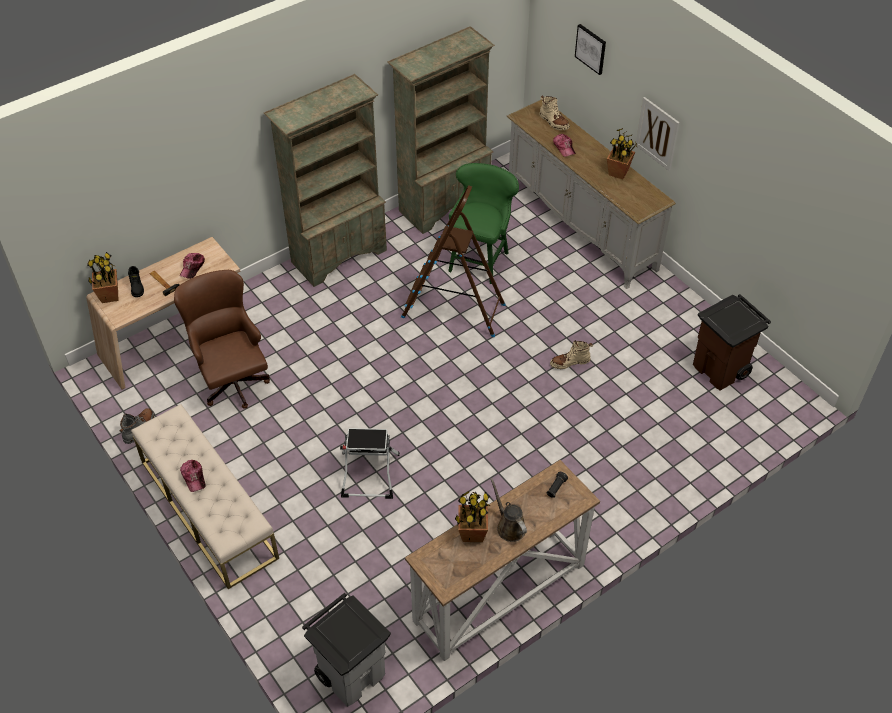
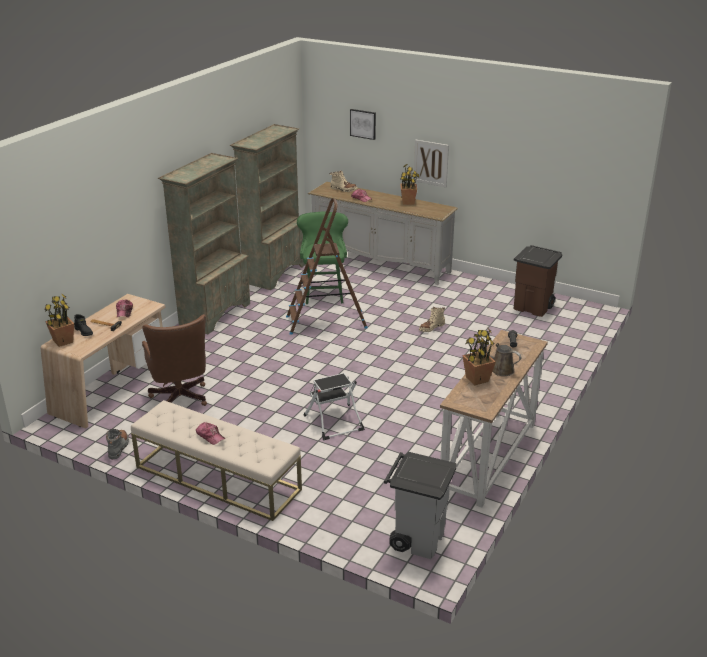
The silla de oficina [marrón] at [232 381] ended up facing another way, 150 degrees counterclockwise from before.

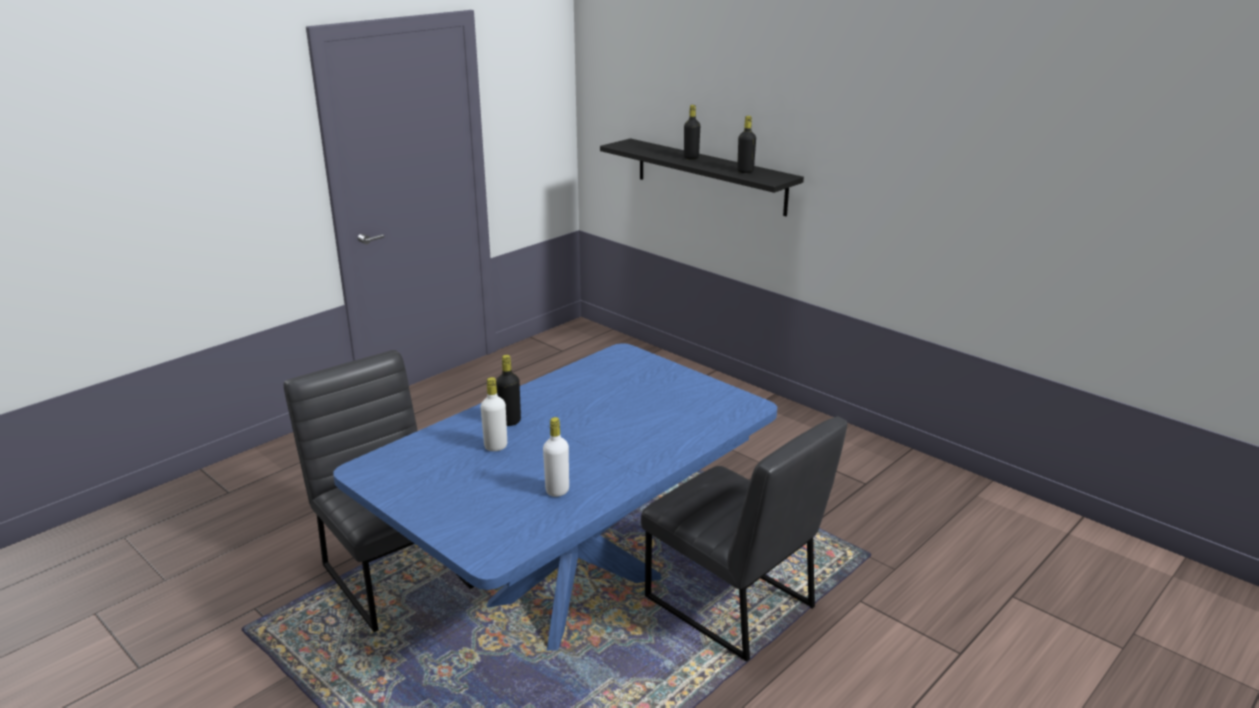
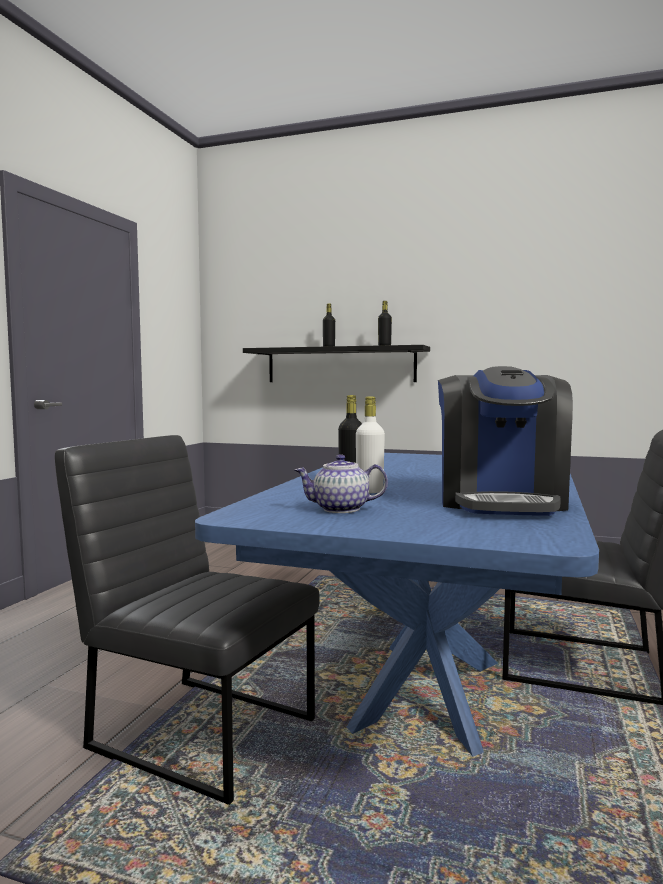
The second view gained the tetera at [340 509].
Where the botella [blanco] stood at [557 490], the cafetera came to stand at [500 502].

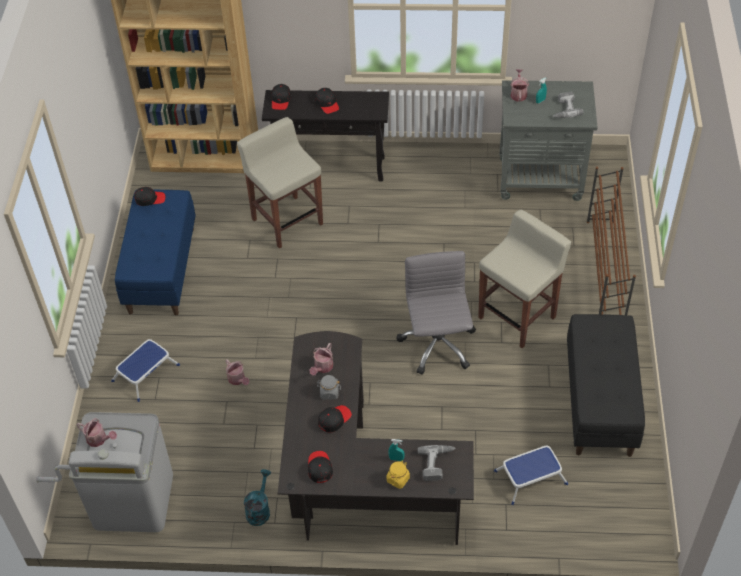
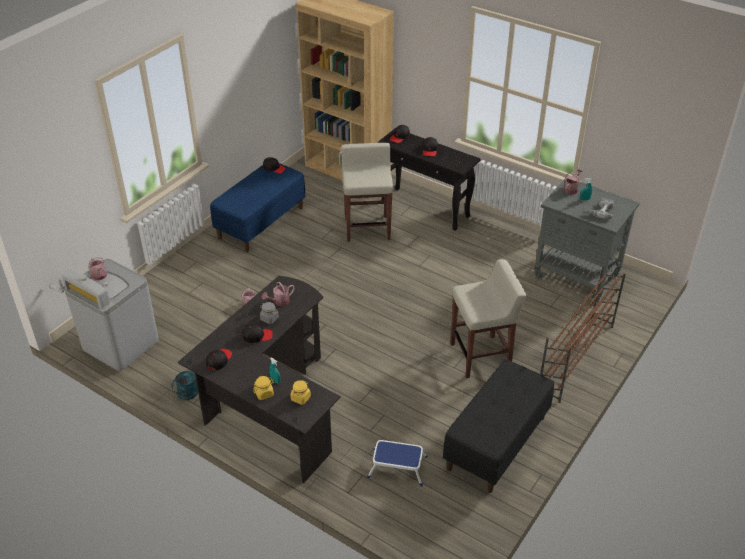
The second view lost the escalera de tijera [azul] at [146 373].
The second view lost the silla de oficina [gris] at [437 344].
Where the taladro stood at [437 464], the tarro [amarillo] came to stand at [300 398].

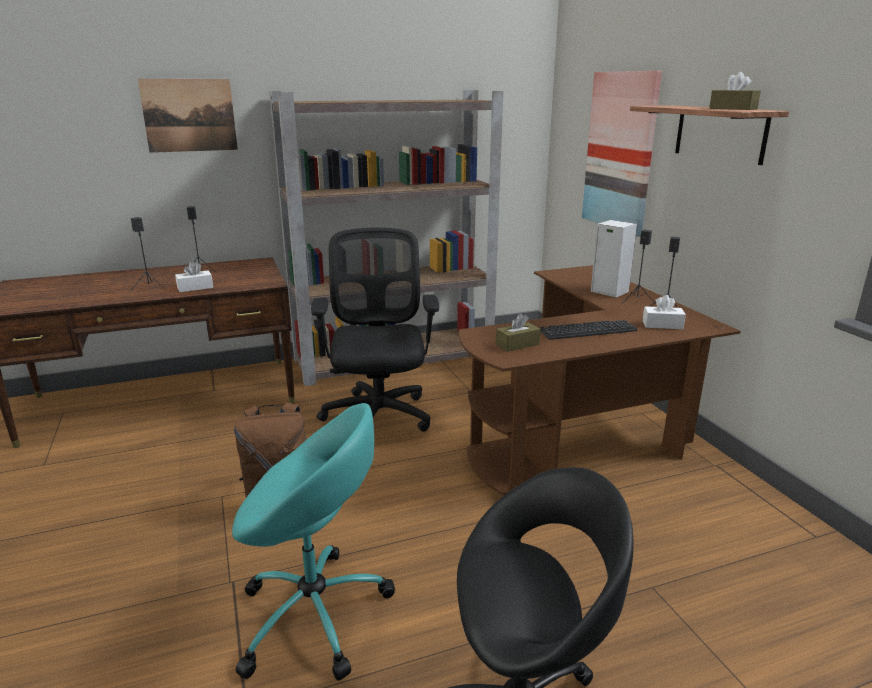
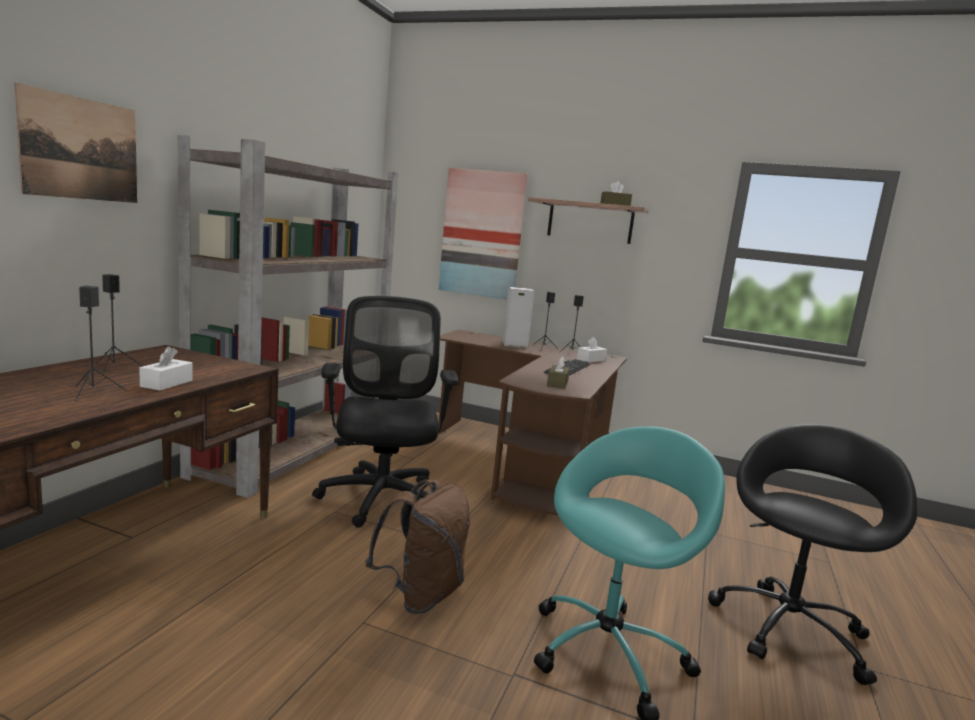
The silla de oficina [negro] at [379 420] ended up facing another way, 45 degrees clockwise from before.

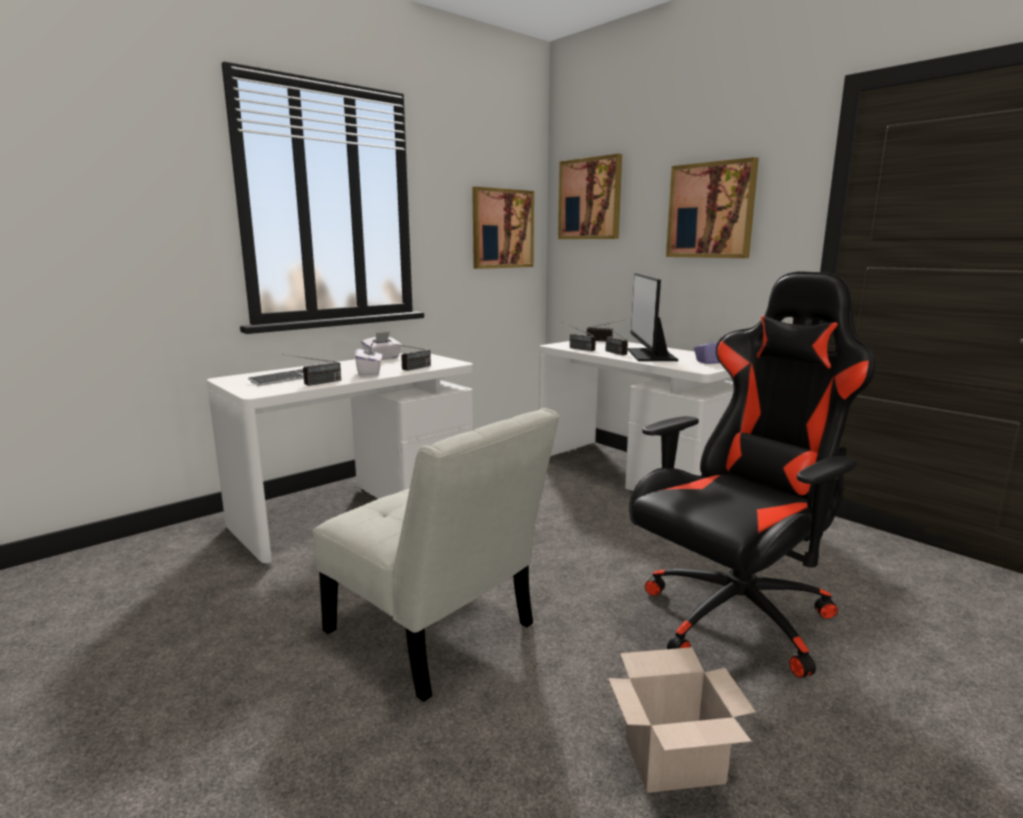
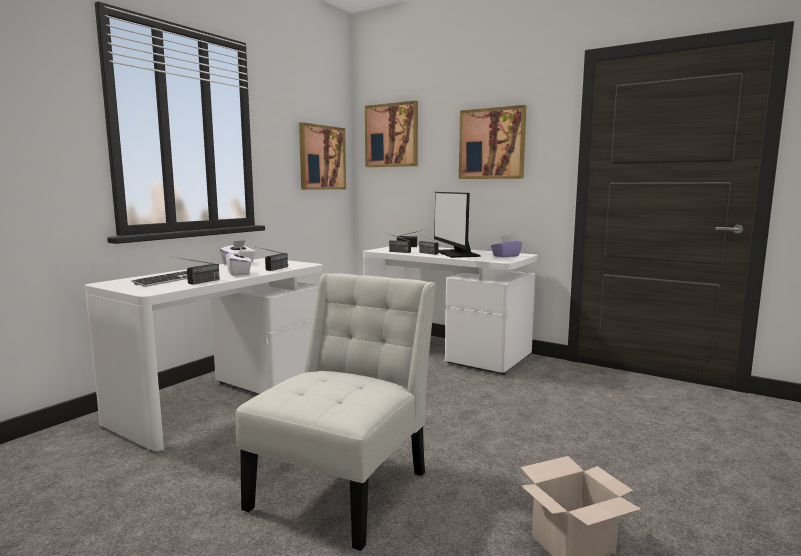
The second view lost the silla de oficina [negro] at [727 624].
The silla [blanco] at [436 634] ended up facing another way, 90 degrees counterclockwise from before.

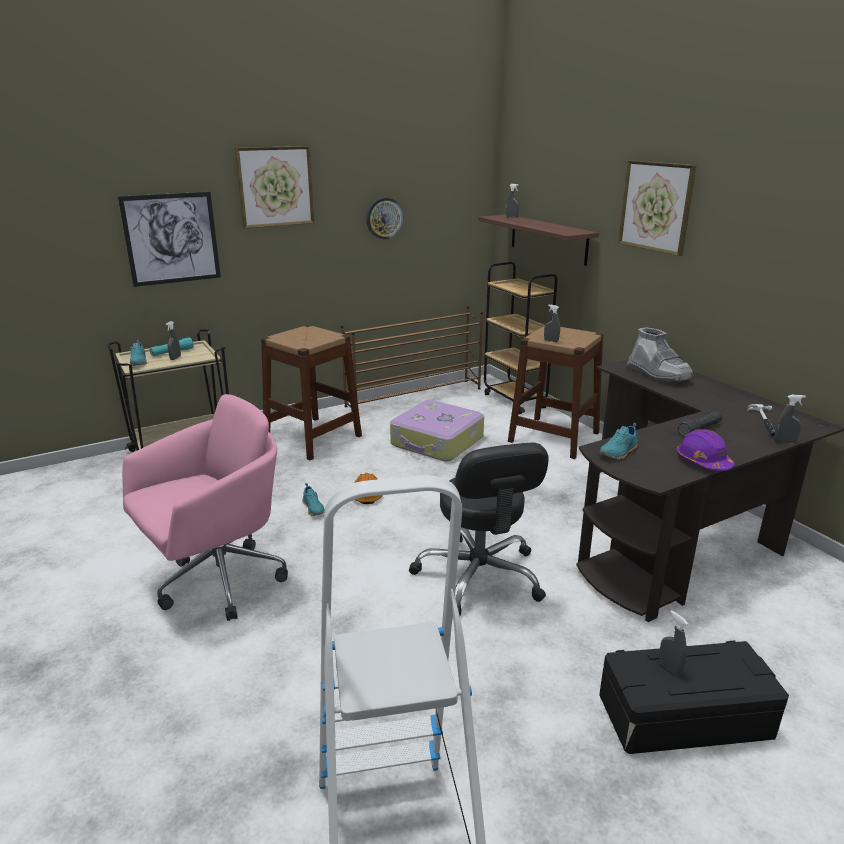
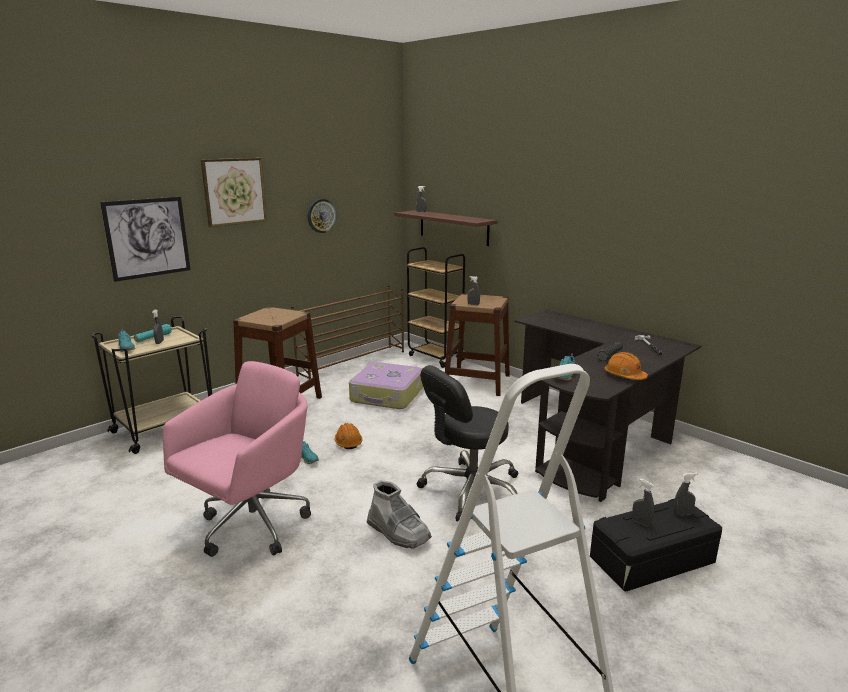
The second view lost the cuadro at [656 206].
The bota [gris] ended up elsewhere, having gone from [658 375] to [398 532].
The pulverizador [gris] ended up elsewhere, having gone from [784 442] to [682 514].
What was the casco [morado] at [703 462] turned into the casco [naranja] at [624 376].
The silla de oficina [negro] at [481 580] ended up facing another way, 90 degrees clockwise from before.

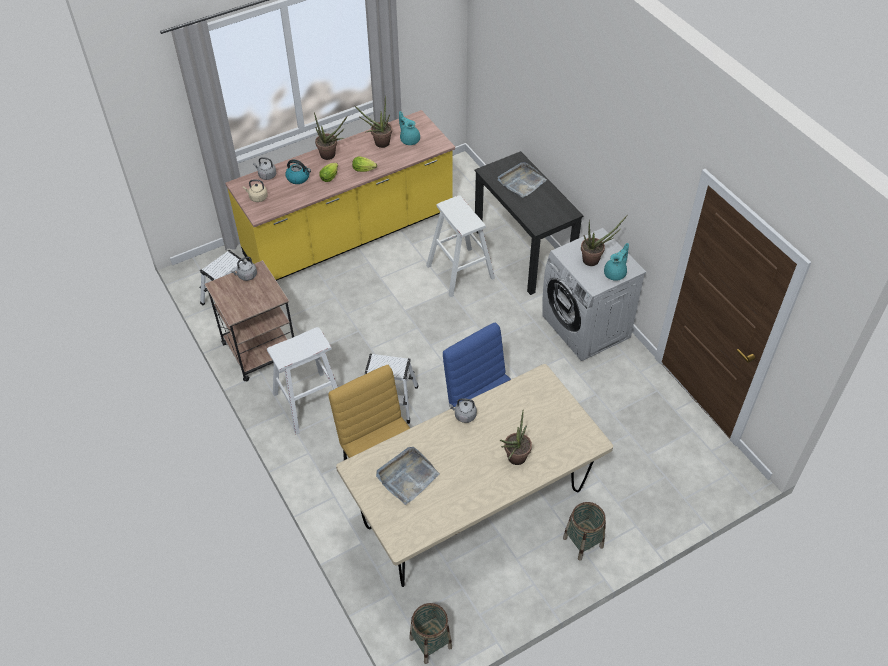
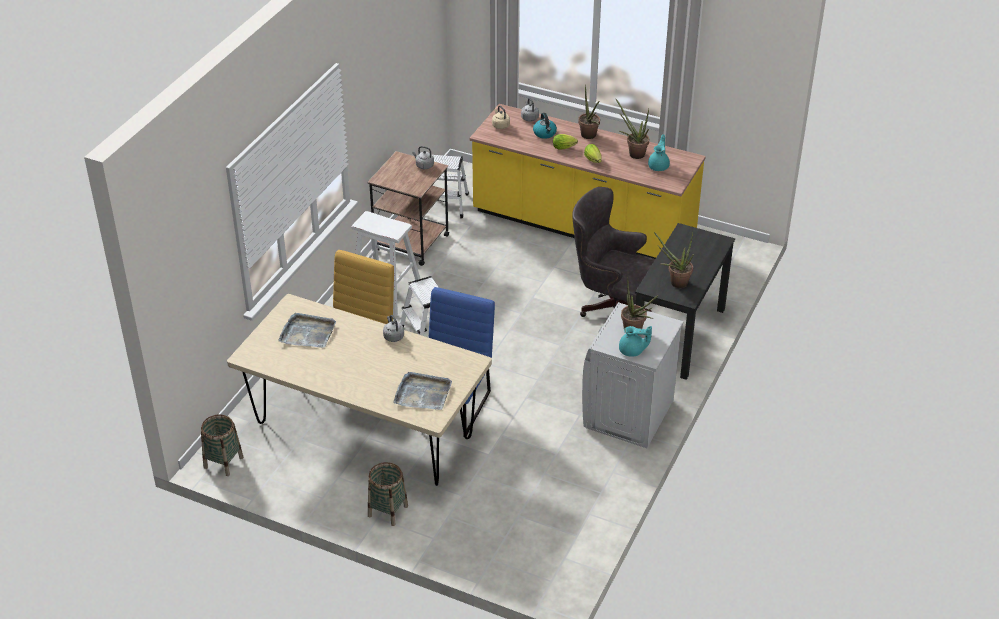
The bandeja [gris] ended up elsewhere, having gone from [521 182] to [422 393].
The planta en maceta ended up elsewhere, having gone from [514 460] to [675 282].
Where the taburete [blanco] stood at [460 272], the silla de oficina [gris] came to stand at [611 308].

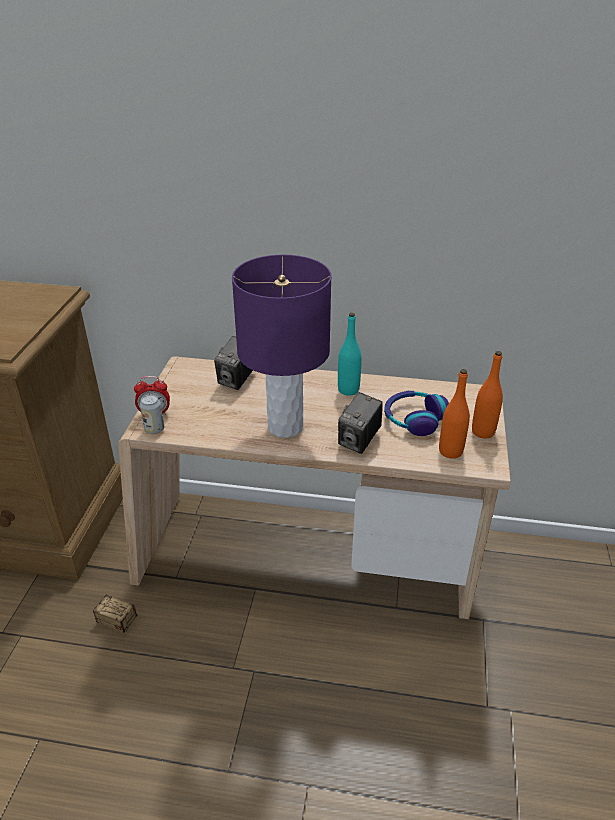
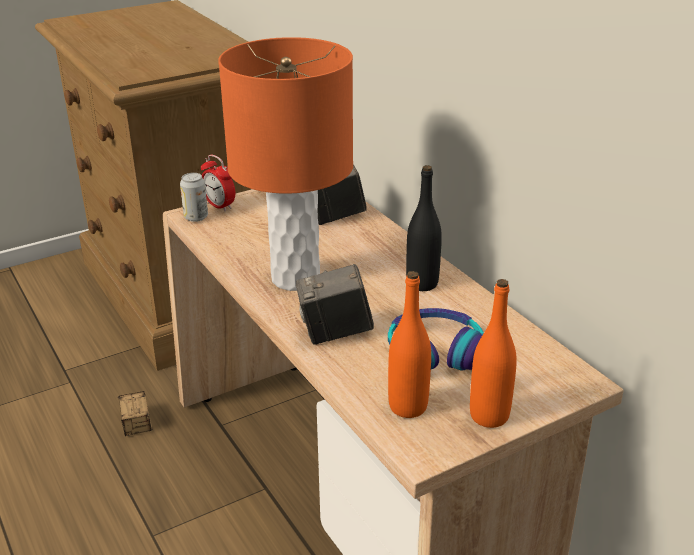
What was the lámpara de mesa [morado] at [286 427] turned into the lámpara de mesa [naranja] at [296 278].
What was the botella [turquesa] at [348 390] turned into the botella [negro] at [422 284].

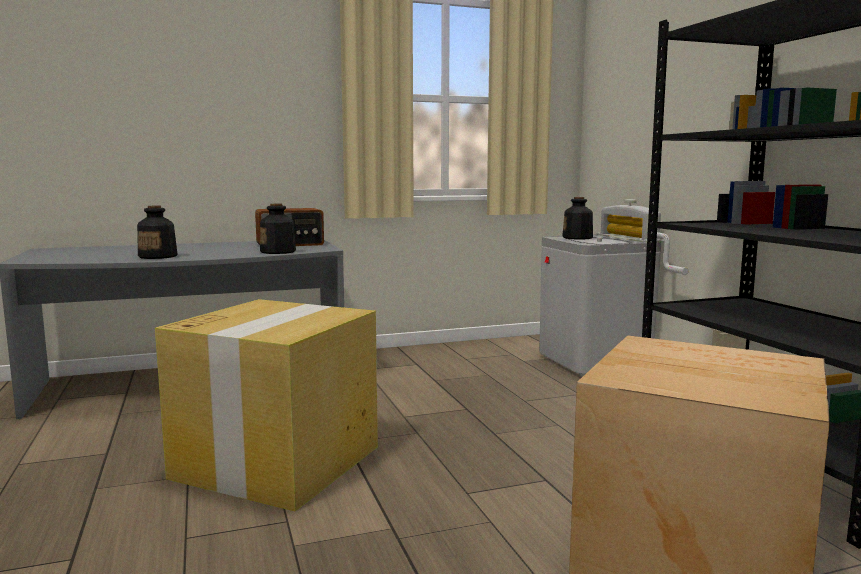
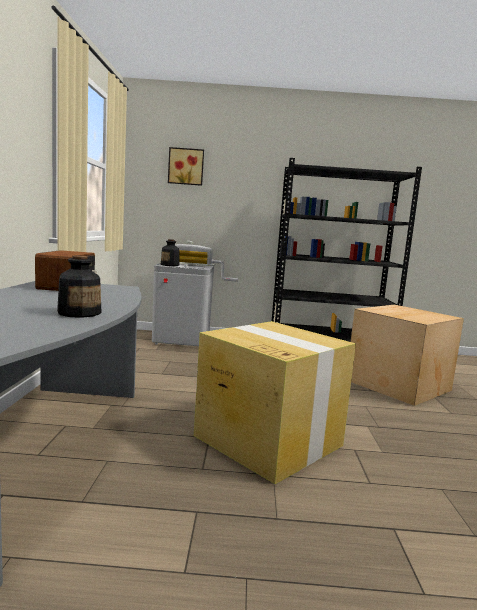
The second view lost the botella at [278 252].
The second view gained the cuadro at [186 166].

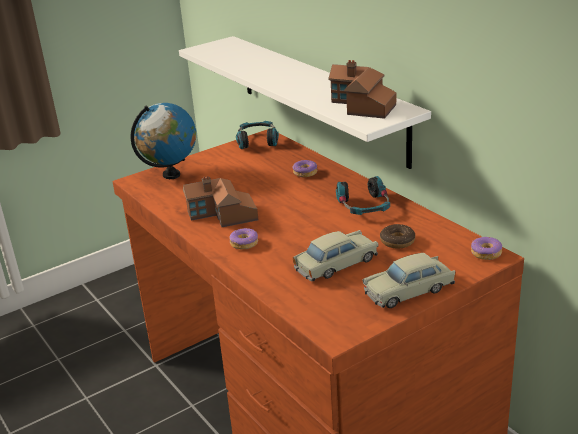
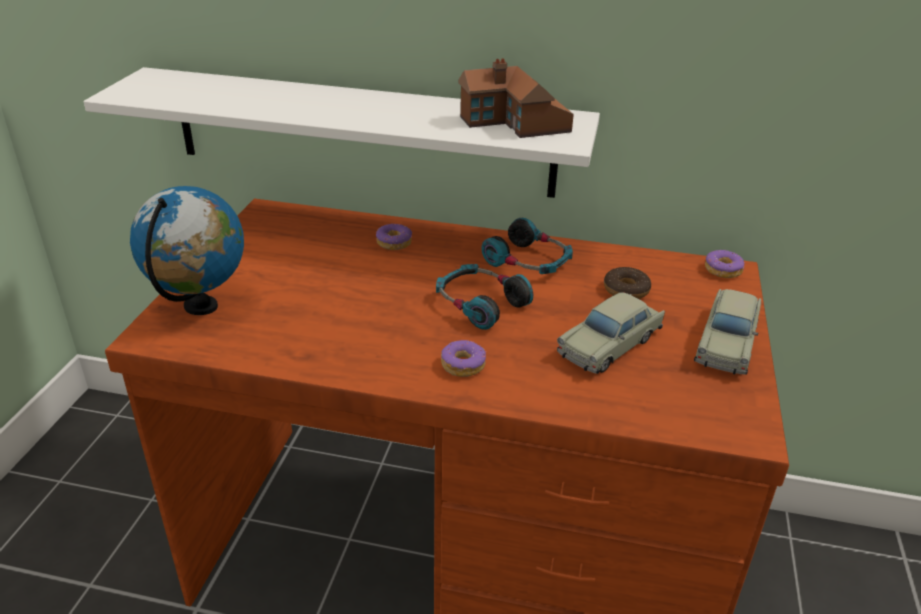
The second view lost the casita at [222 215].
The auriculares ended up elsewhere, having gone from [257 140] to [480 304].
The coche de juguete [beis] at [336 264] ended up facing another way, 150 degrees counterclockwise from before.

